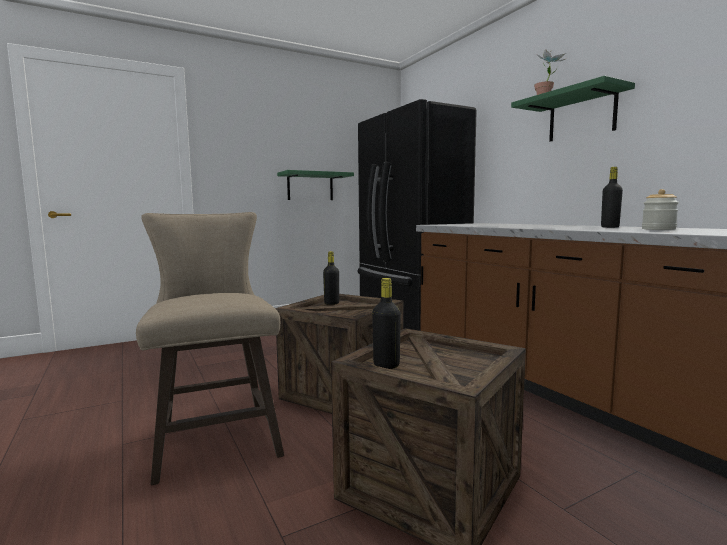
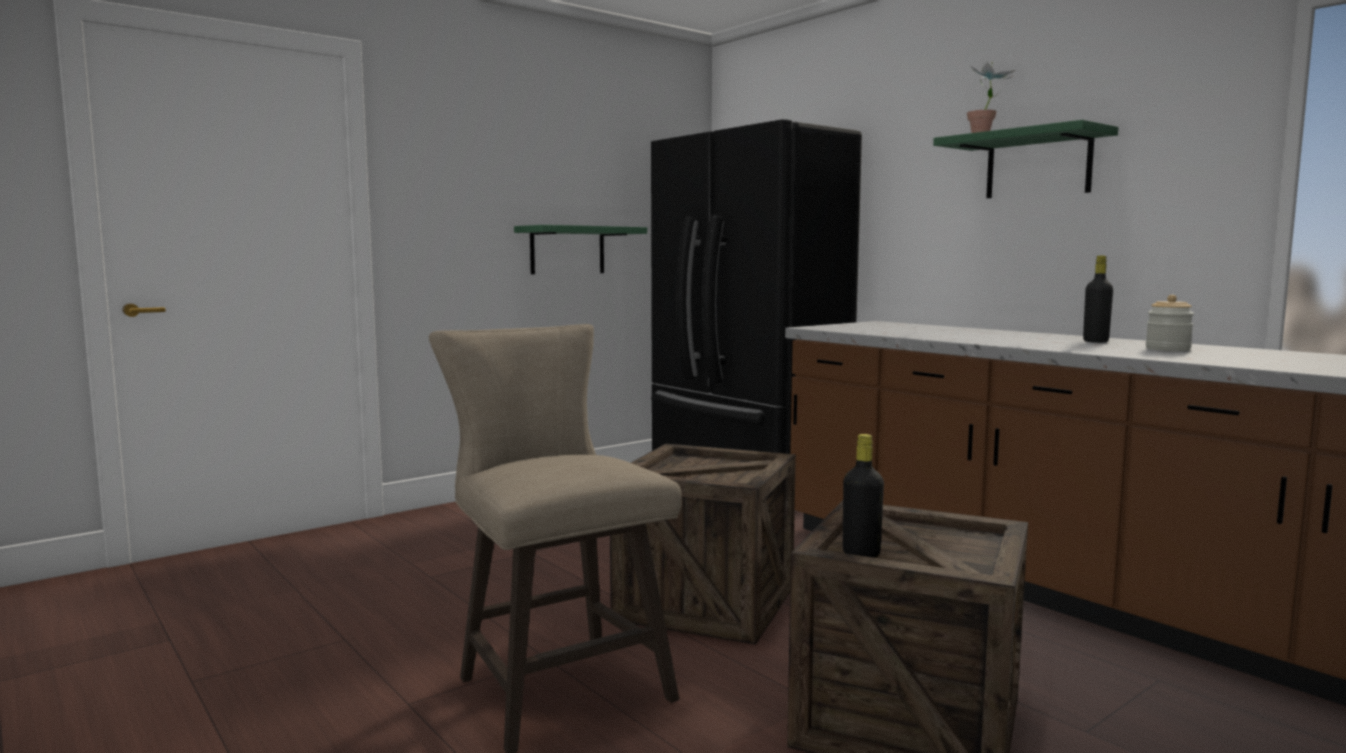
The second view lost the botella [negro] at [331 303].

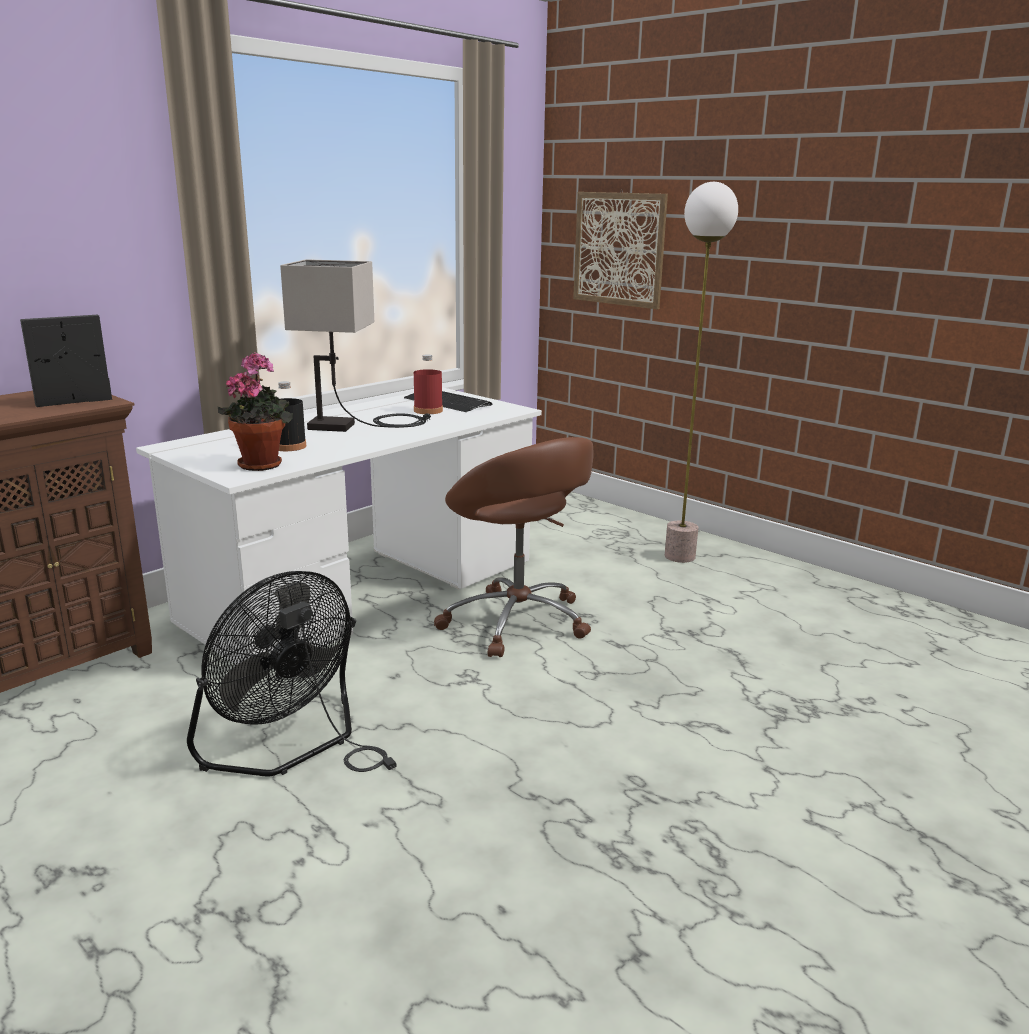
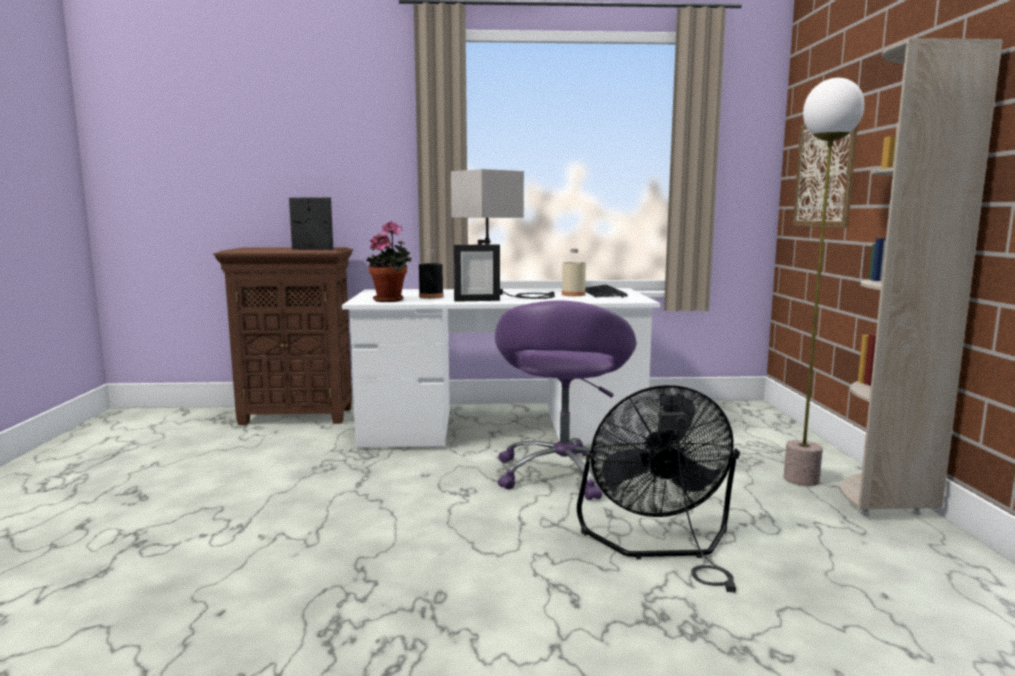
The second view gained the portarretratos at [477 300].
The second view gained the estantería [beis] at [880 503].
The ventilador [negro] ended up elsewhere, having gone from [303 744] to [668 546].
What was the botella [rojo] at [428 410] turned into the botella [beis] at [573 294].
What was the silla de oficina [marrón] at [518 623] turned into the silla de oficina [morado] at [561 476].

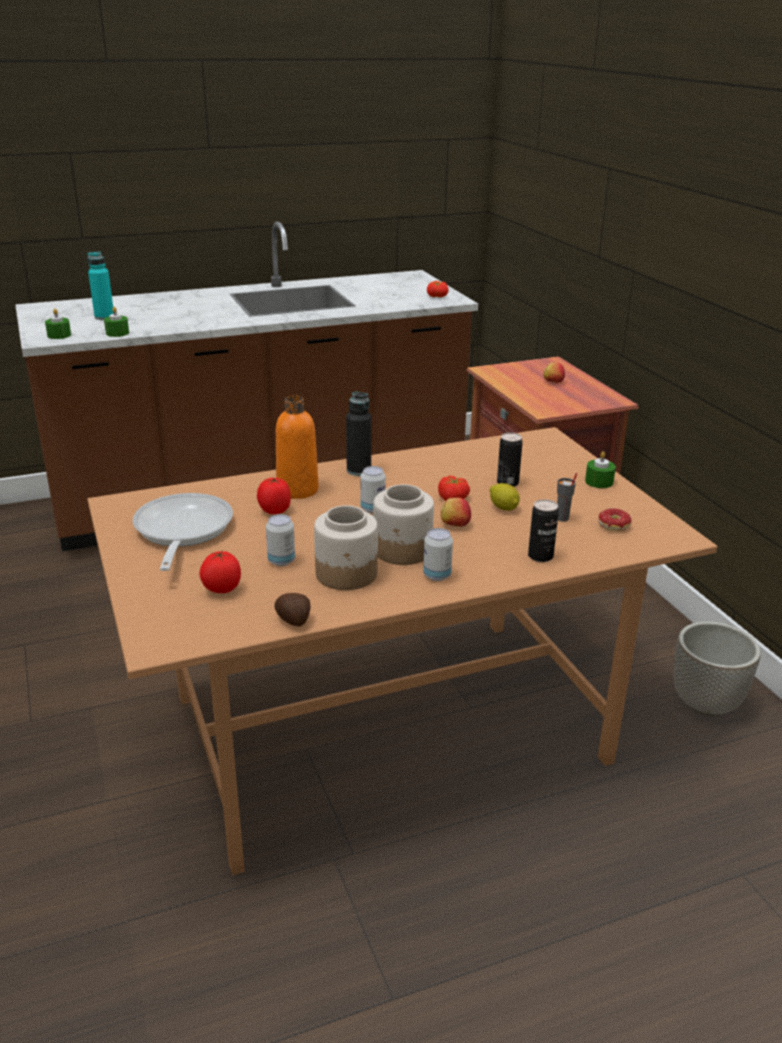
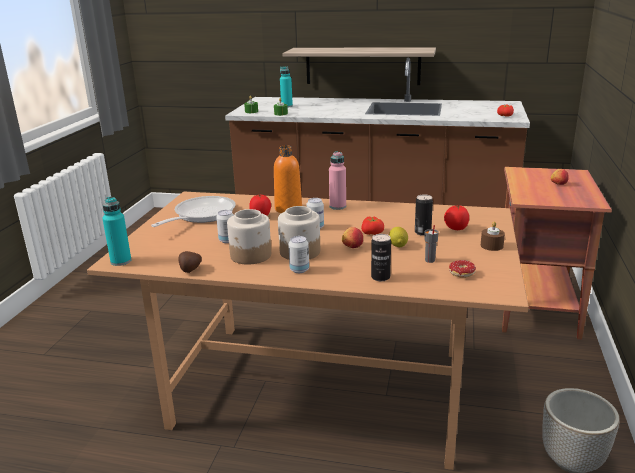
The second view gained the botella [turquesa] at [121 261].
The second view gained the estante at [362 66].
The tomate ended up elsewhere, having gone from [221 590] to [455 229].
What was the botella [negro] at [358 470] turned into the botella [rosa] at [337 206].
What was the vela [verde] at [599 482] turned into the vela [marrón] at [491 246].

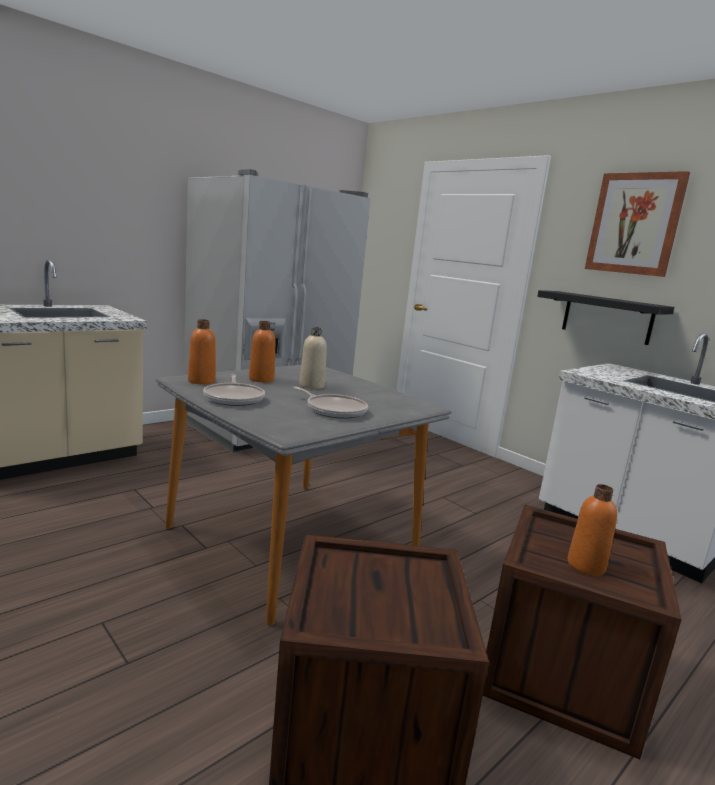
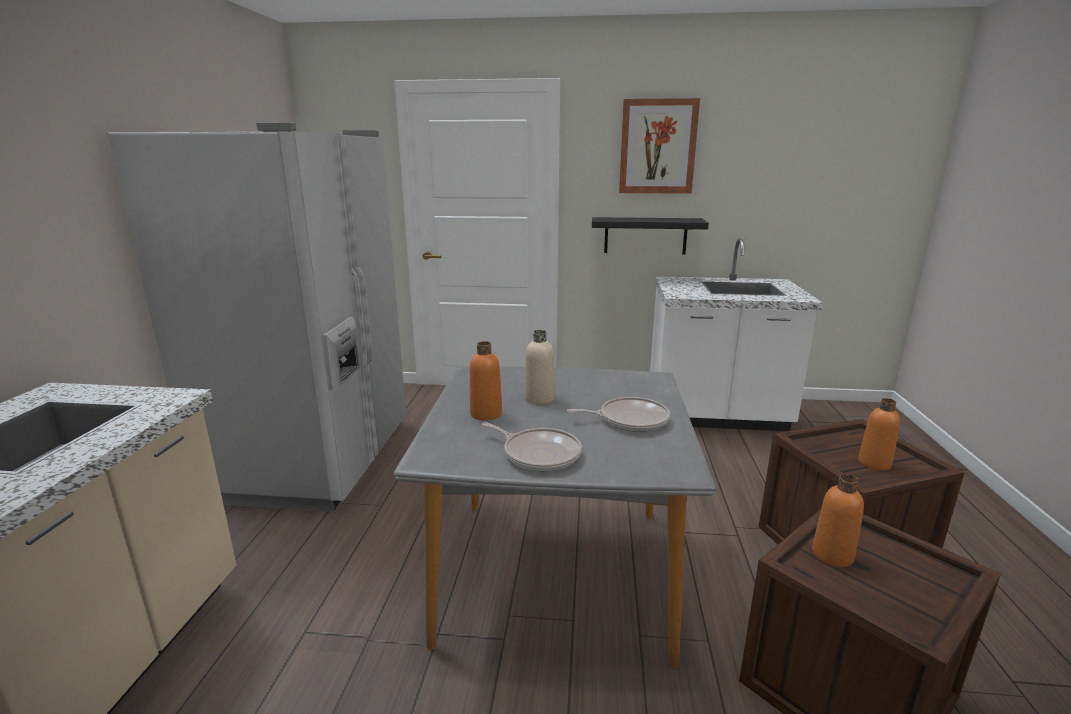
The botella [naranja] ended up elsewhere, having gone from [201 381] to [832 555].

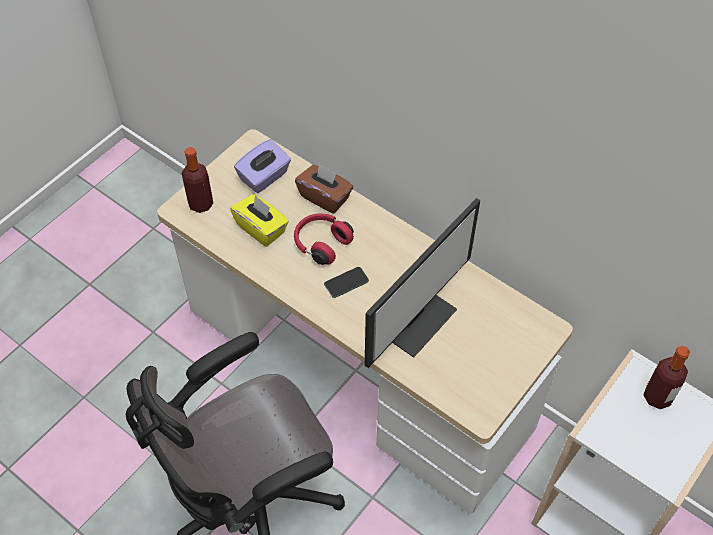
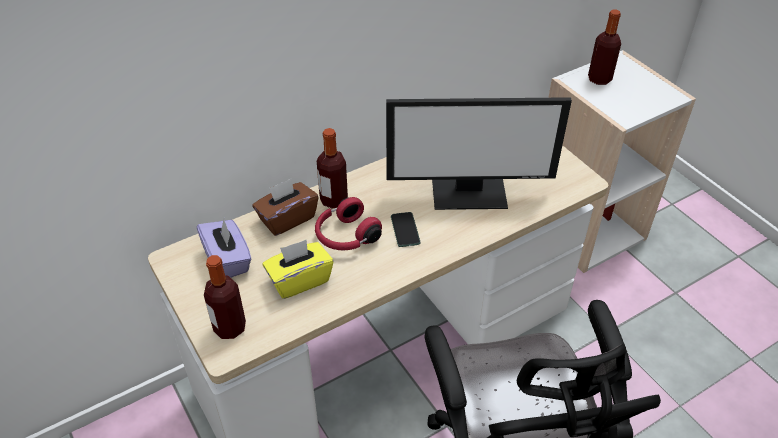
The second view gained the botella at [333 200].
The monitor at [417 319] ended up facing another way, 120 degrees clockwise from before.

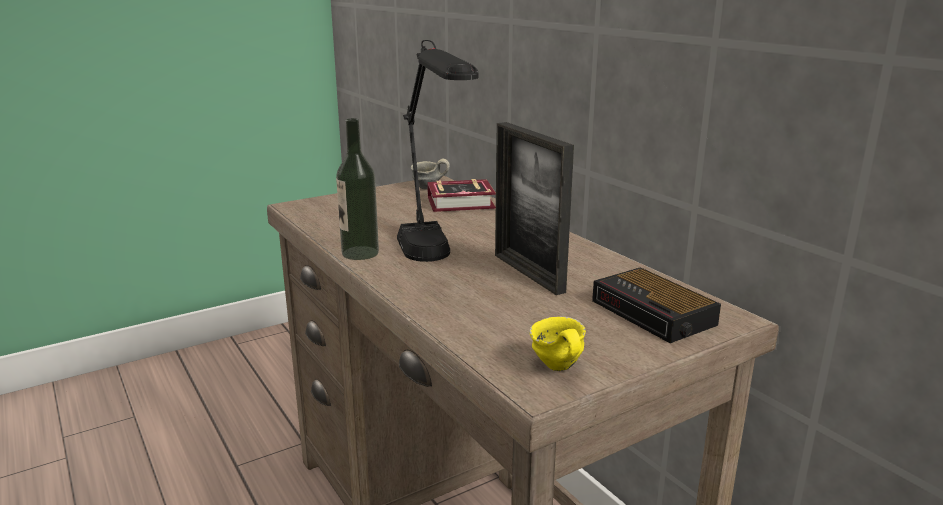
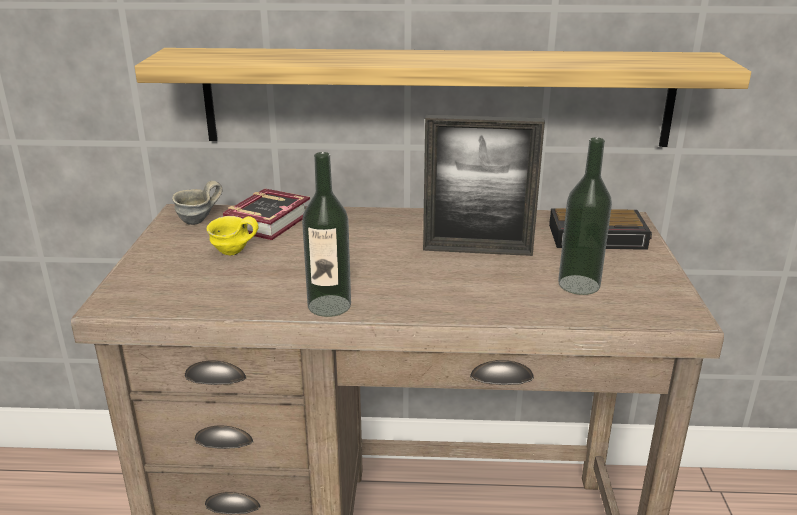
The second view lost the lámpara de mesa [negro] at [434 265].
The second view gained the estante at [436 97].
The second view gained the botella at [579 285].
The taza grande [amarillo] ended up elsewhere, having gone from [556 369] to [233 254].

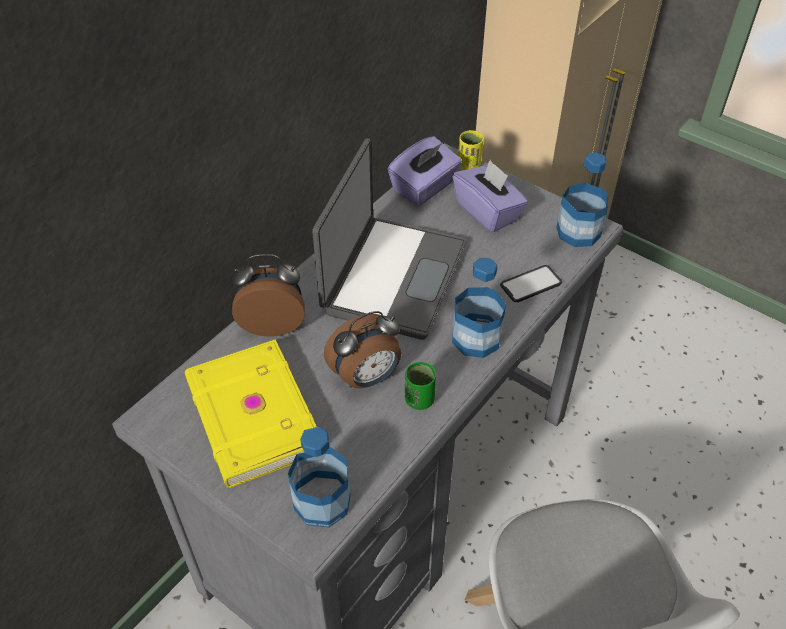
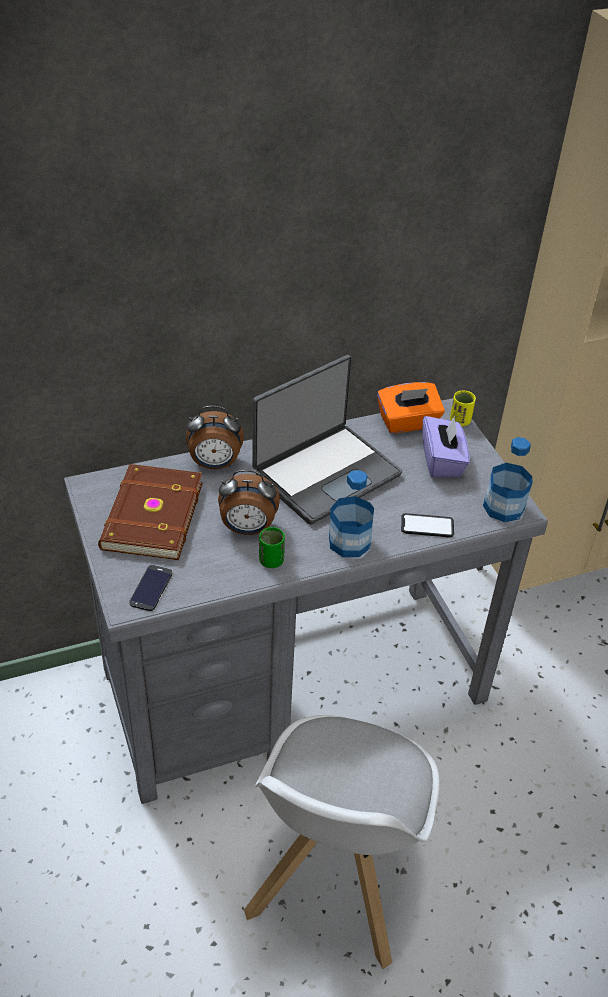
Where the botella stood at [322 501], the móvil came to stand at [151 588].
What was the libro [amarillo] at [251 417] turned into the libro [marrón] at [150 516].
What was the caja de pañuelos [morado] at [424 187] turned into the caja de pañuelos [naranja] at [408 423].
The despertador at [273 323] ended up facing another way, 150 degrees clockwise from before.

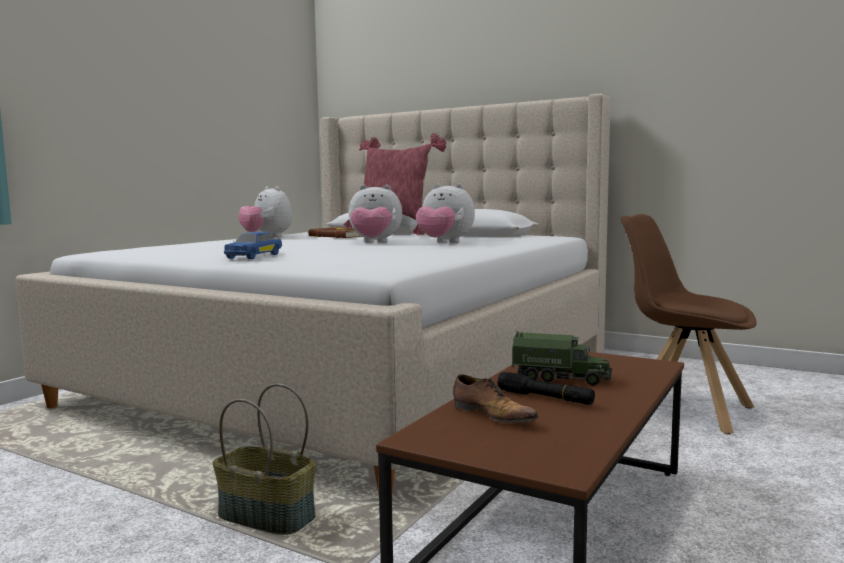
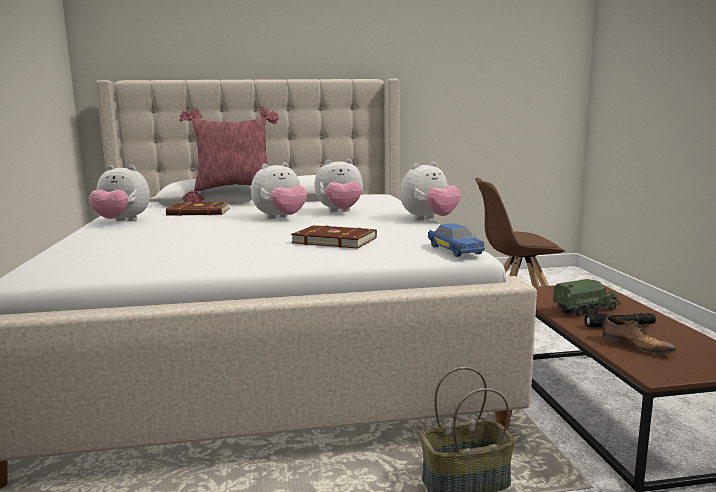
The second view gained the libro [marrón] at [334 240].
The second view gained the peluche at [429 219].
The coche de juguete [azul] ended up elsewhere, having gone from [254 256] to [455 250].
The zapato at [492 415] ended up facing another way, 45 degrees clockwise from before.

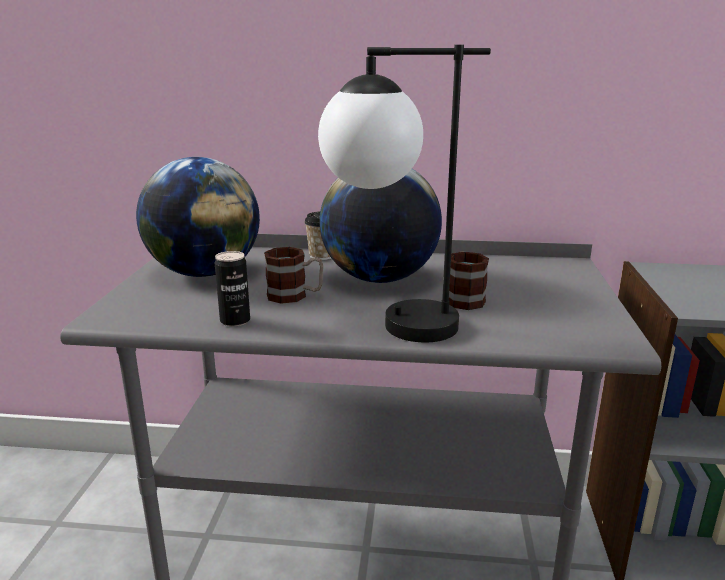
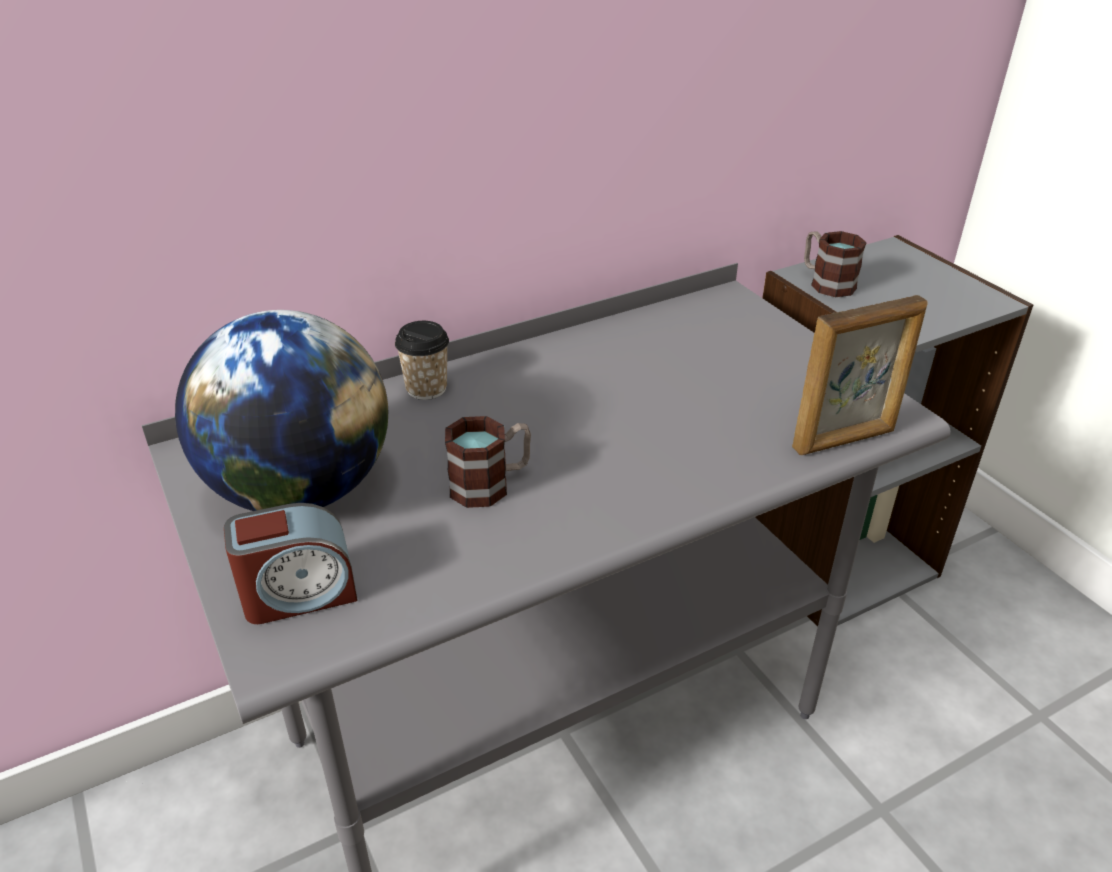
The second view lost the lata at [235 321].
The second view lost the lámpara de mesa at [391 327].
The second view lost the globo terráqueo at [380 279].
The second view gained the despertador at [299 594].
The second view gained the portarretratos at [844 440].
The taza grande ended up elsewhere, having gone from [463 298] to [826 282].

